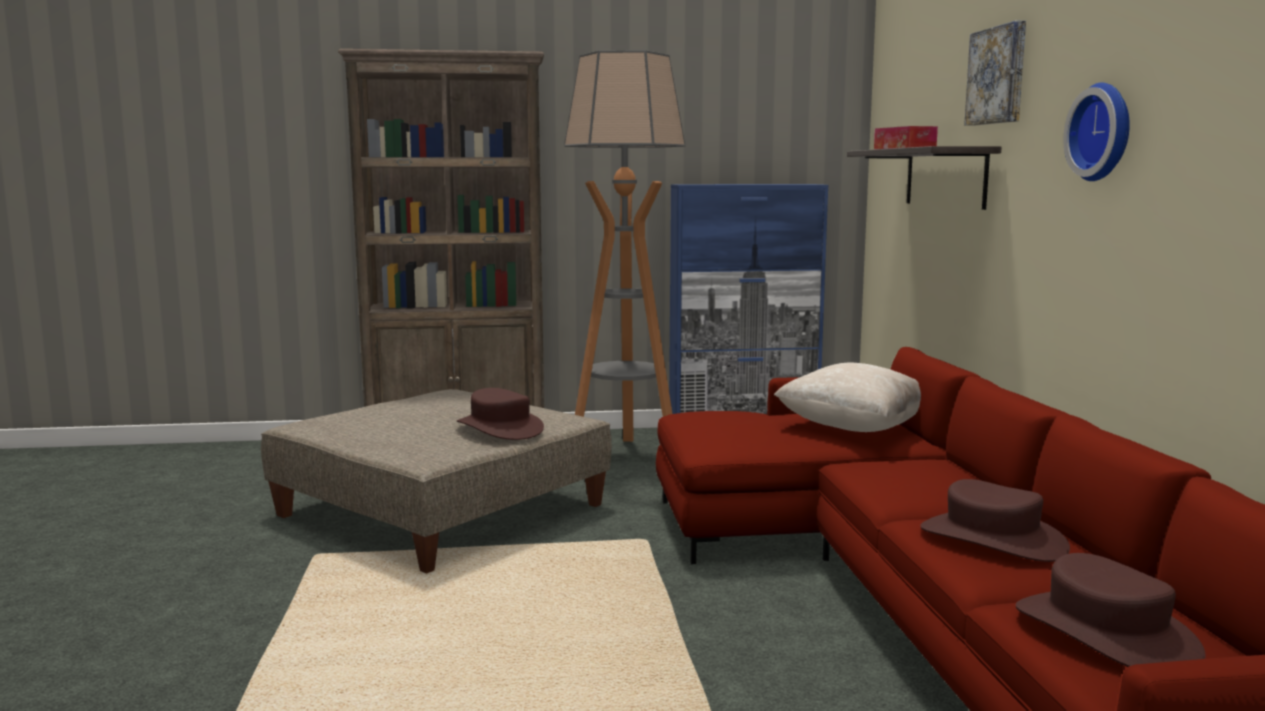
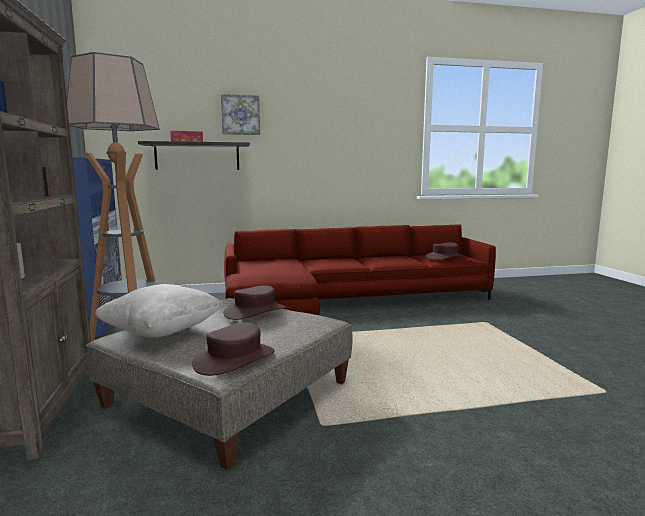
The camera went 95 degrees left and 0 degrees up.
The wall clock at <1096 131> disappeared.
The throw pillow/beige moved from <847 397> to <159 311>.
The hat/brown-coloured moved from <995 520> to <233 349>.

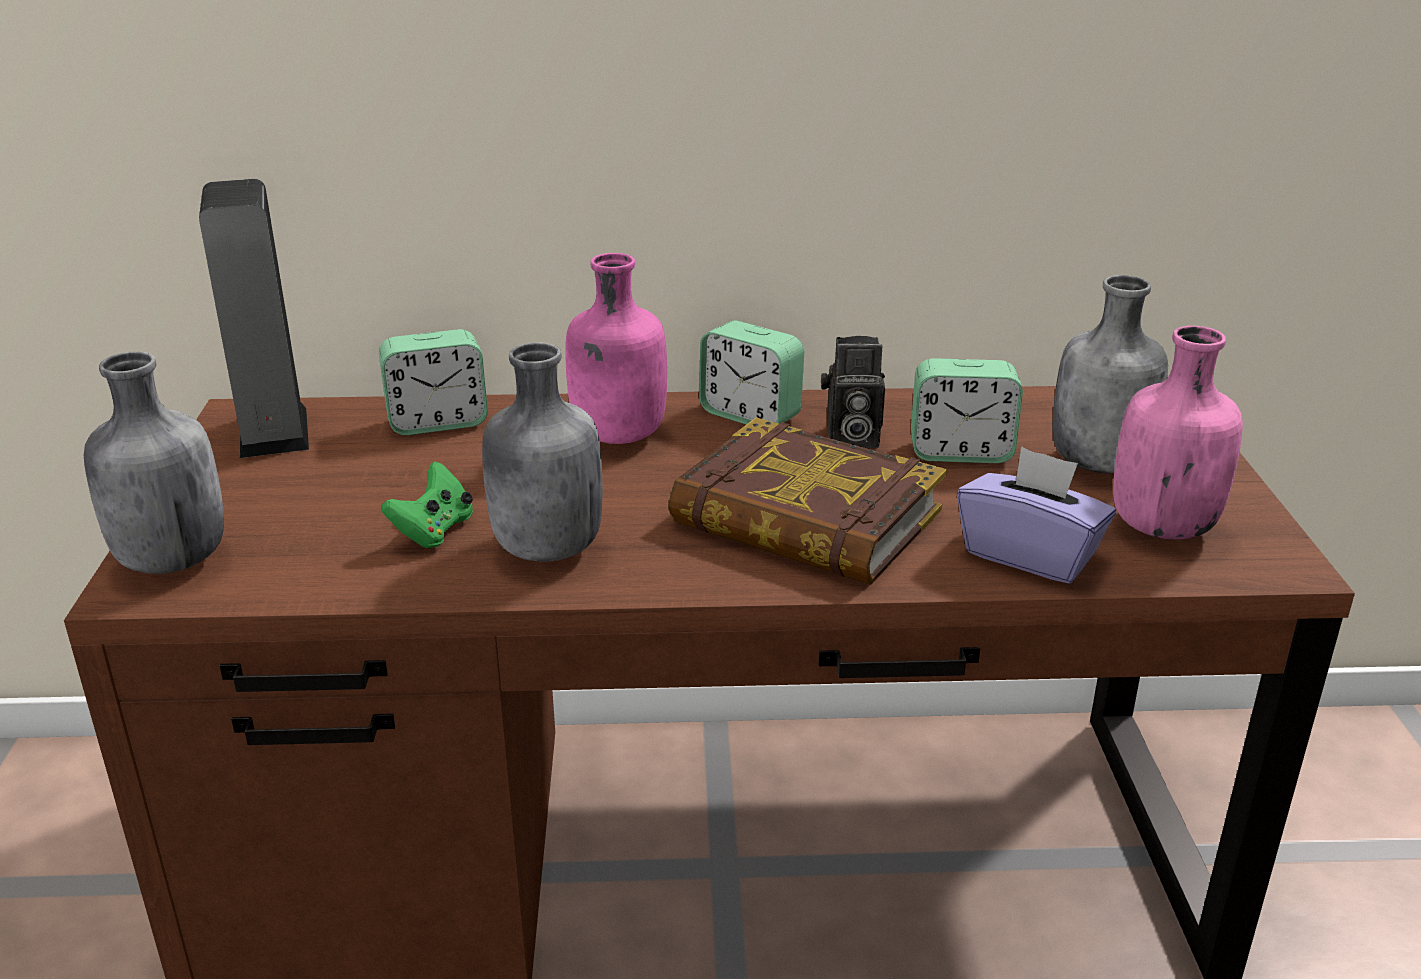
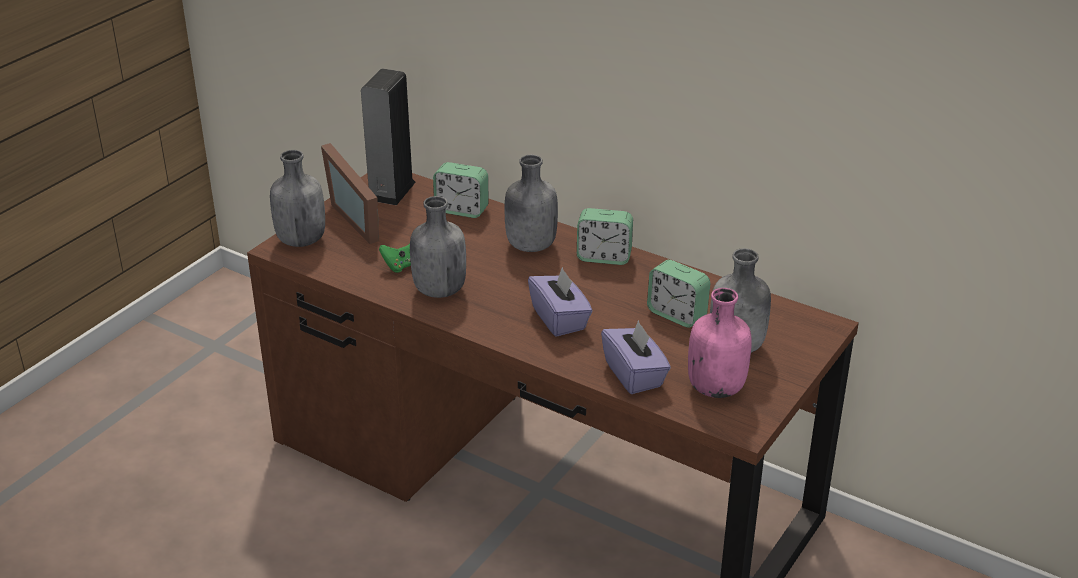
The camera went 35 degrees right and 5 degrees up.
The still camera at <853 392> disappeared.
The standing frame at <350 193> appeared.
The book at <807 501> was replaced by the tissue holder/purplish at <560 302>.
The bottle/pinkish at <616 348> became the bottle/grey at <531 203>.
The table clock at <751 373> turned 60 degrees counterclockwise.

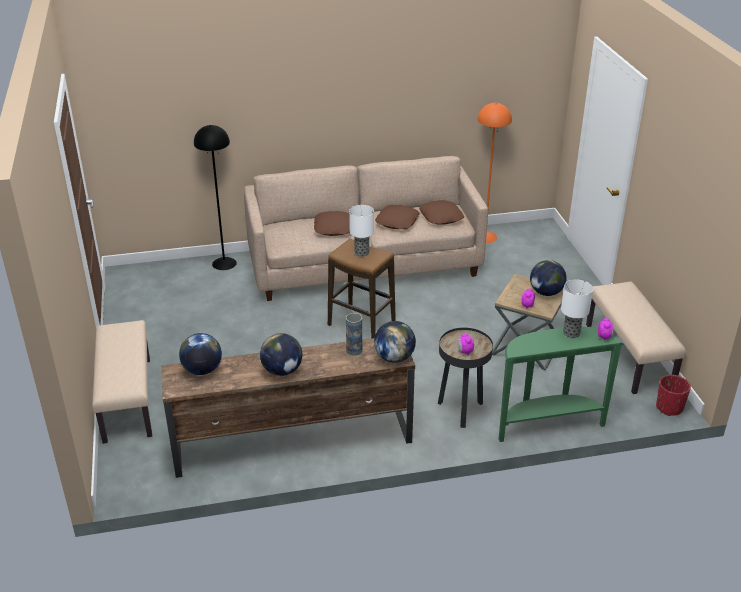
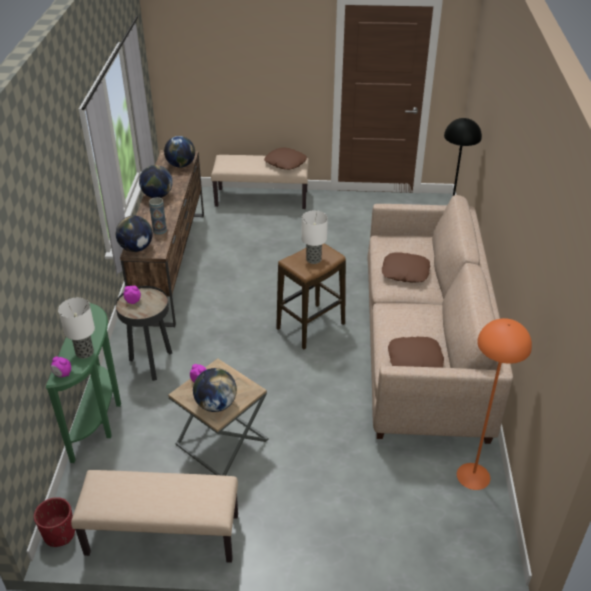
The camera went 105 degrees right and 5 degrees up.
The throw pillow/brown-coloured moved from <397 217> to <285 158>.

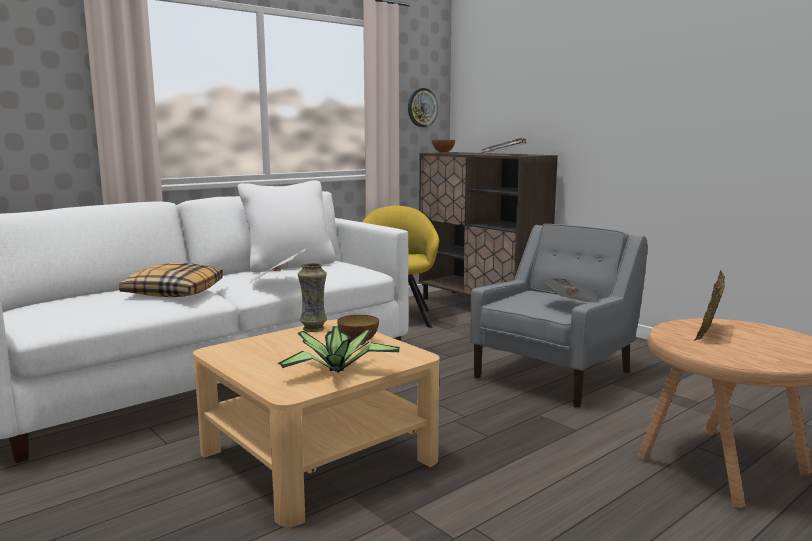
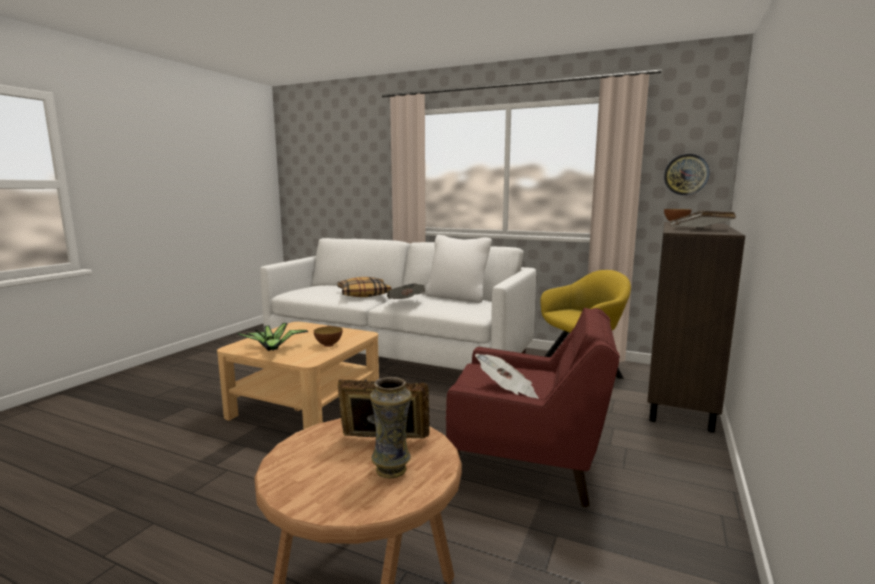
The camera went 65 degrees right and 0 degrees up.
The flower vase moved from <312 297> to <391 427>.
The lounge chair/grey at <559 316> became the lounge chair/reddish at <533 407>.

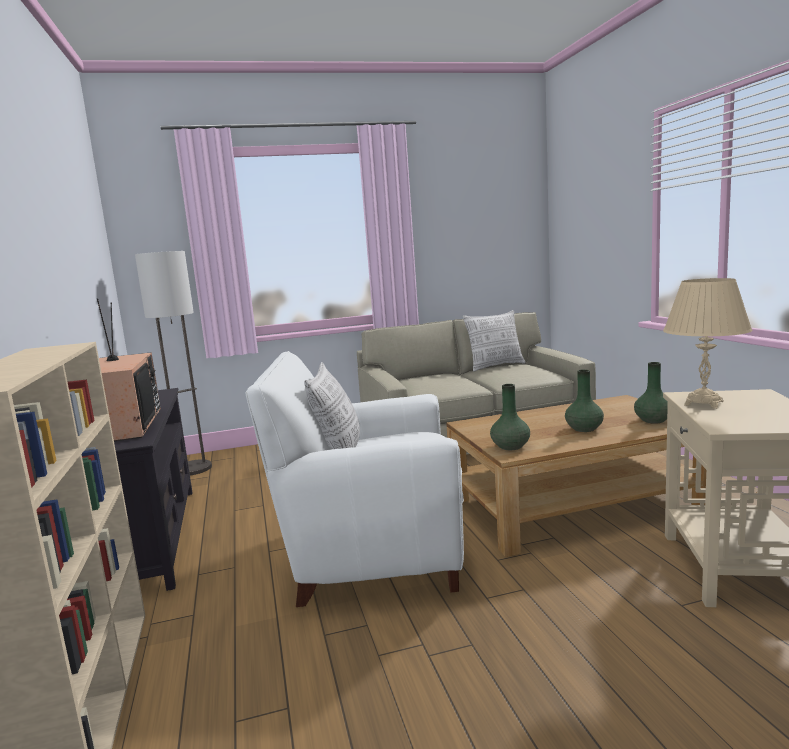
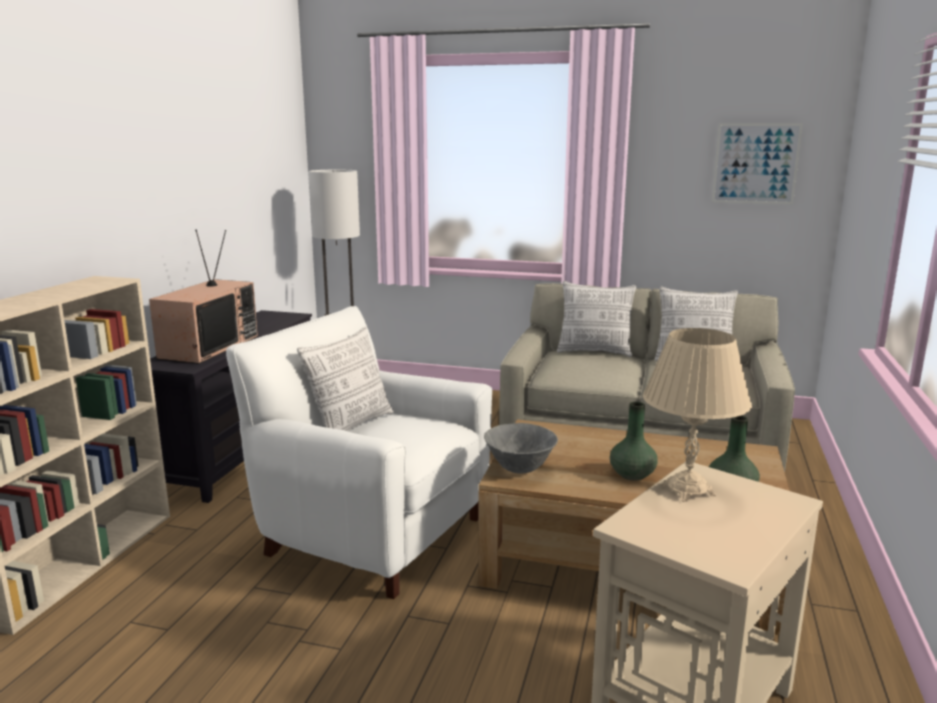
The camera went 30 degrees right and 5 degrees up.
The throw pillow at <596 319> appeared.
The picture at <757 163> appeared.
The flower vase/green-coloured at <510 417> was replaced by the serving bowl/grey at <521 448>.

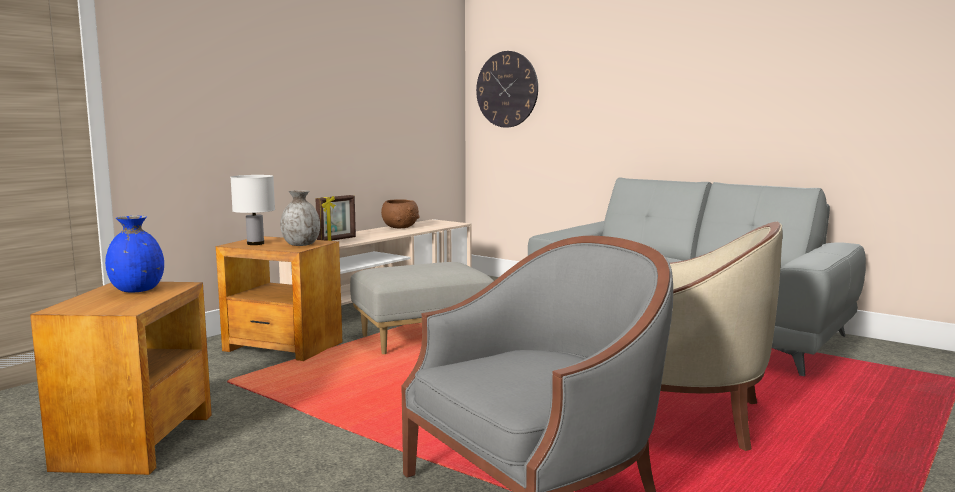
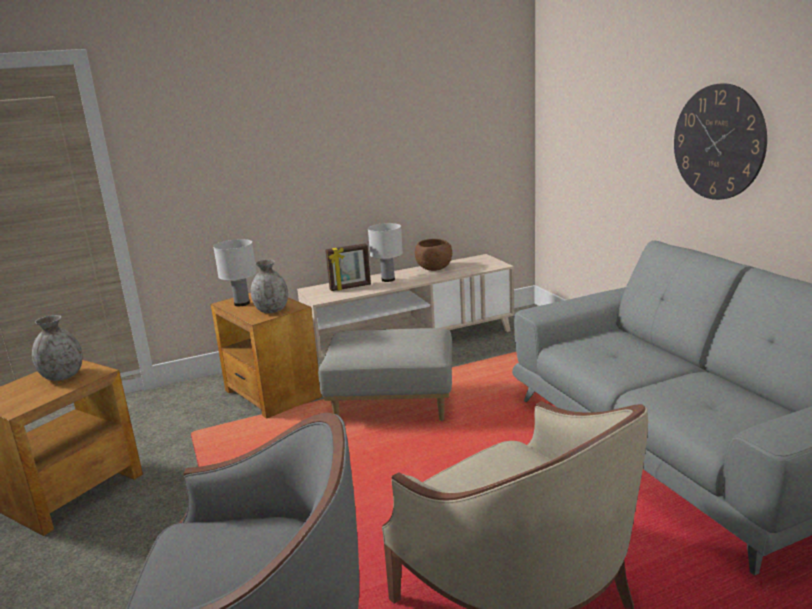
The camera went 30 degrees right and 10 degrees up.
The lamp for a table/white at <385 252> appeared.
The wall clock moved from <507 89> to <720 141>.
The flower vase/bluish at <134 254> became the flower vase/grey at <57 348>.

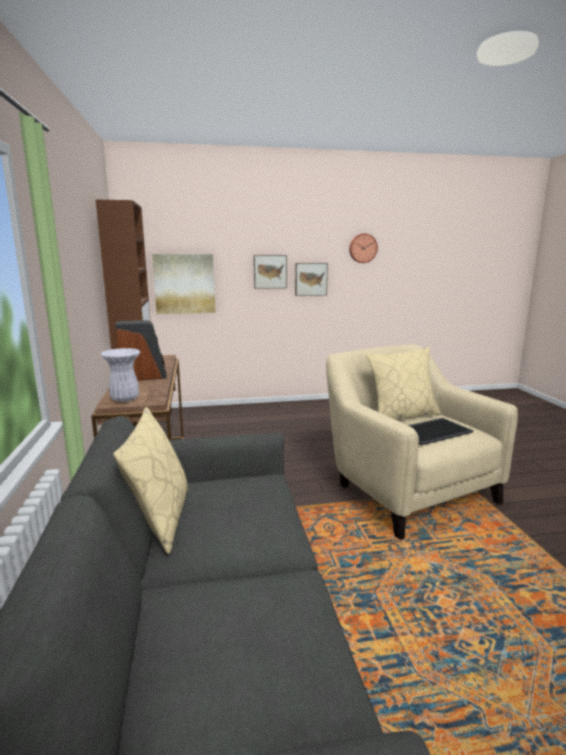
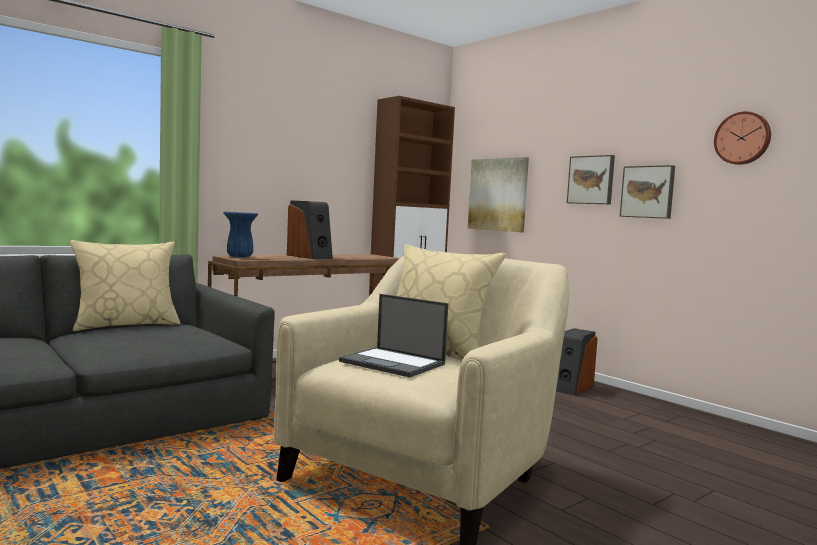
The camera went 60 degrees right and 10 degrees down.
The speaker at <577 362> appeared.
The tray at <440 432> was replaced by the portable computer at <394 336>.
The flower vase/white at <120 375> became the flower vase/bluish at <240 235>.

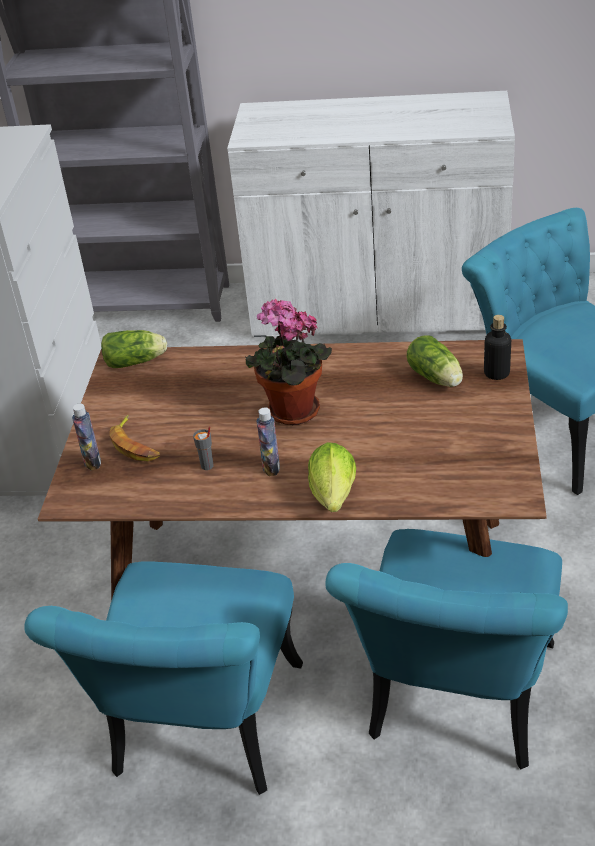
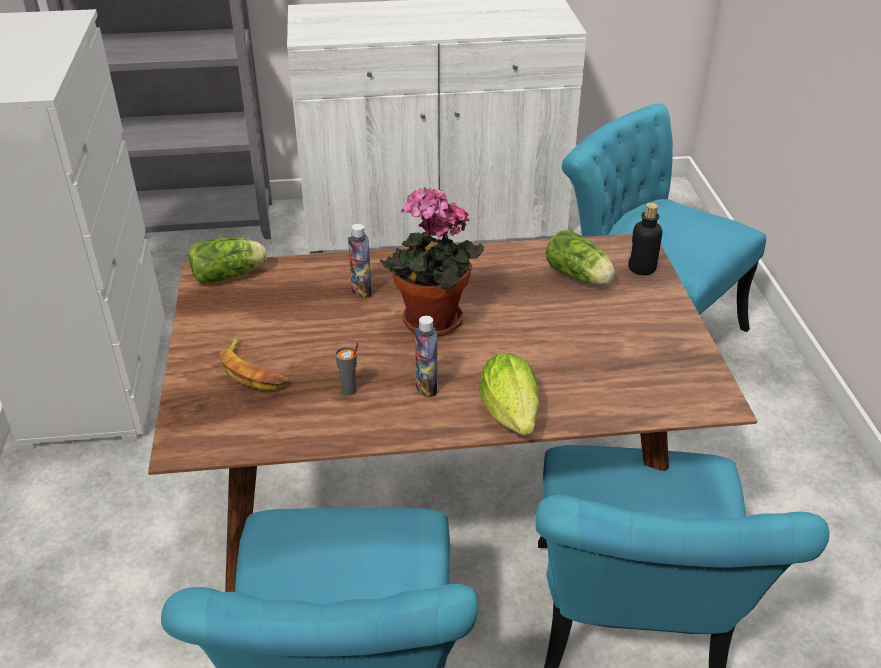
The camera went 15 degrees left and 0 degrees up.
The bottle moved from <86 437> to <360 261>.

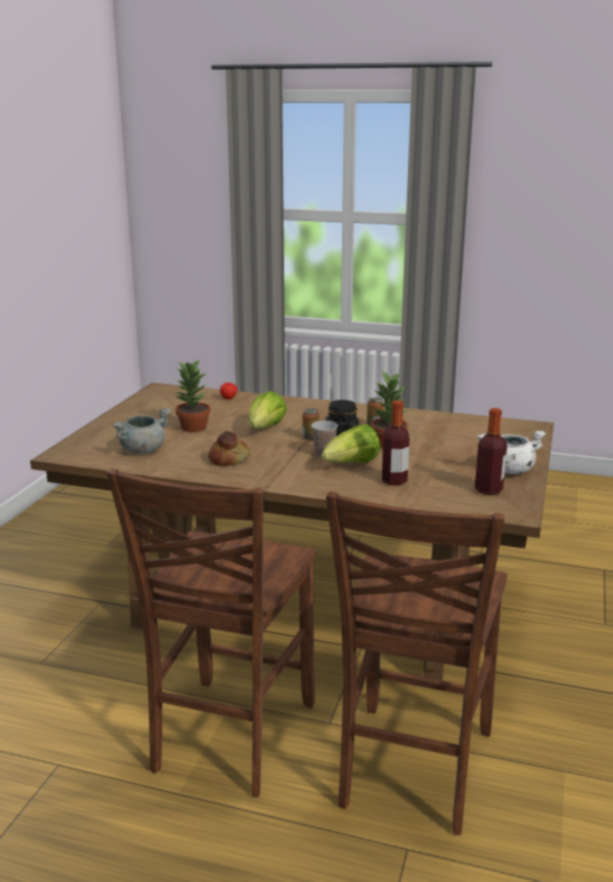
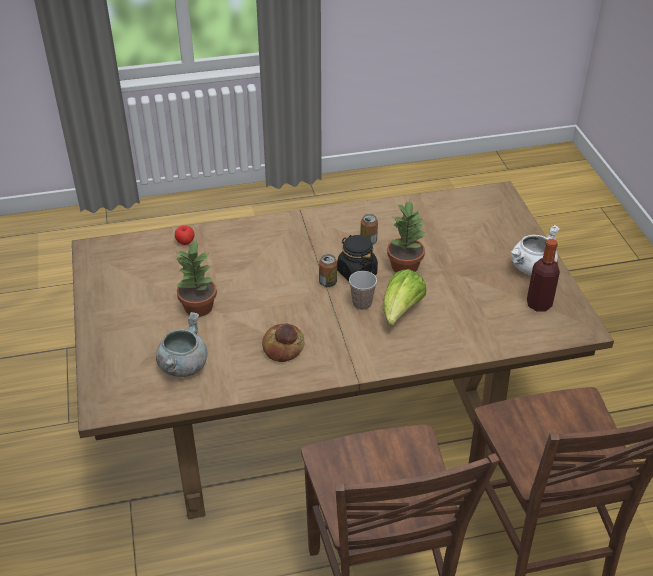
The camera went 30 degrees left and 20 degrees up.
The head of lettuce at <267 410> disappeared.
The bottle at <395 442> disappeared.

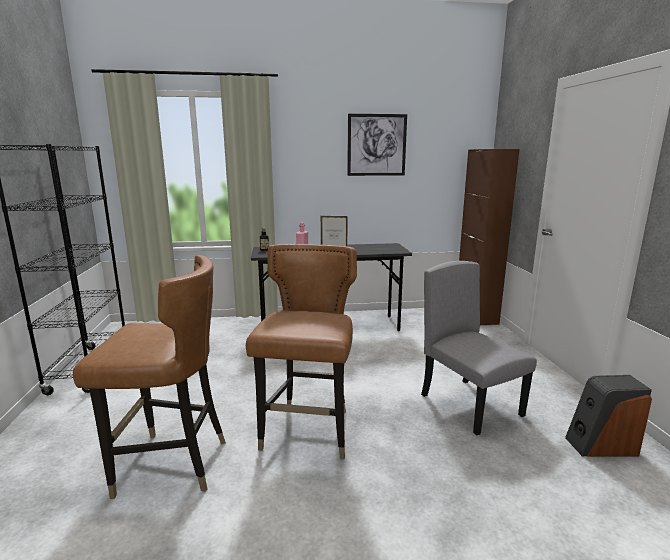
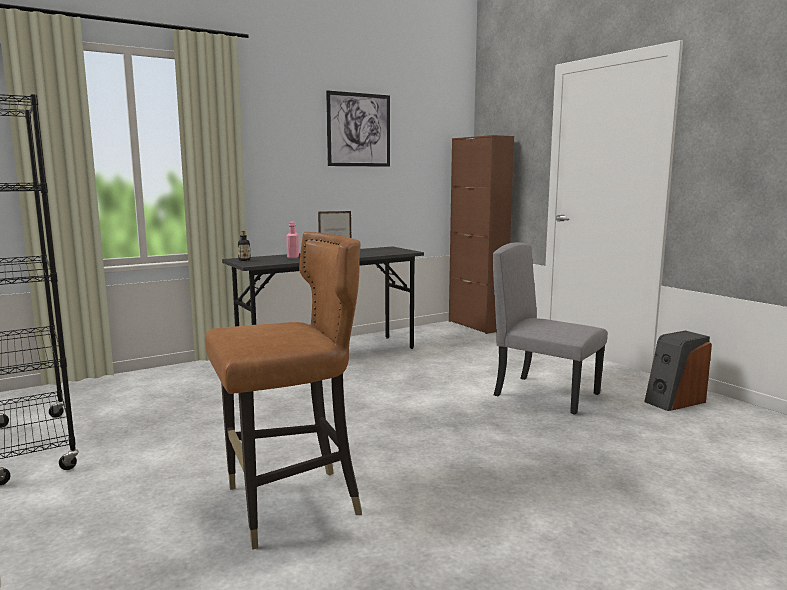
The camera went 25 degrees left and 5 degrees down.
The chair/brown-coloured at <301 351> disappeared.

